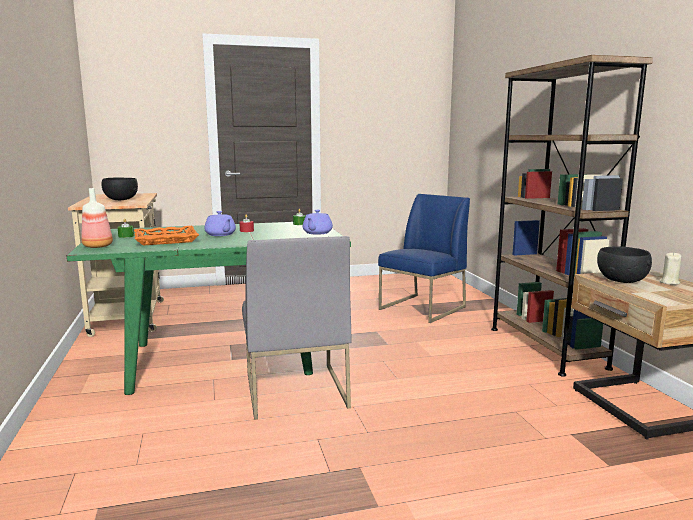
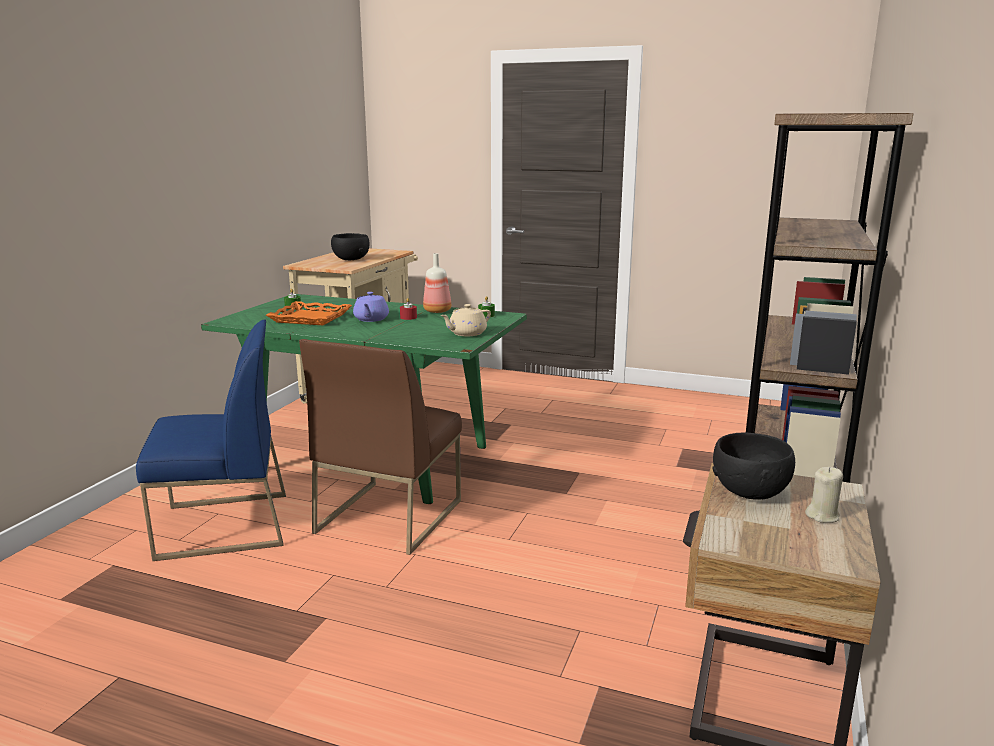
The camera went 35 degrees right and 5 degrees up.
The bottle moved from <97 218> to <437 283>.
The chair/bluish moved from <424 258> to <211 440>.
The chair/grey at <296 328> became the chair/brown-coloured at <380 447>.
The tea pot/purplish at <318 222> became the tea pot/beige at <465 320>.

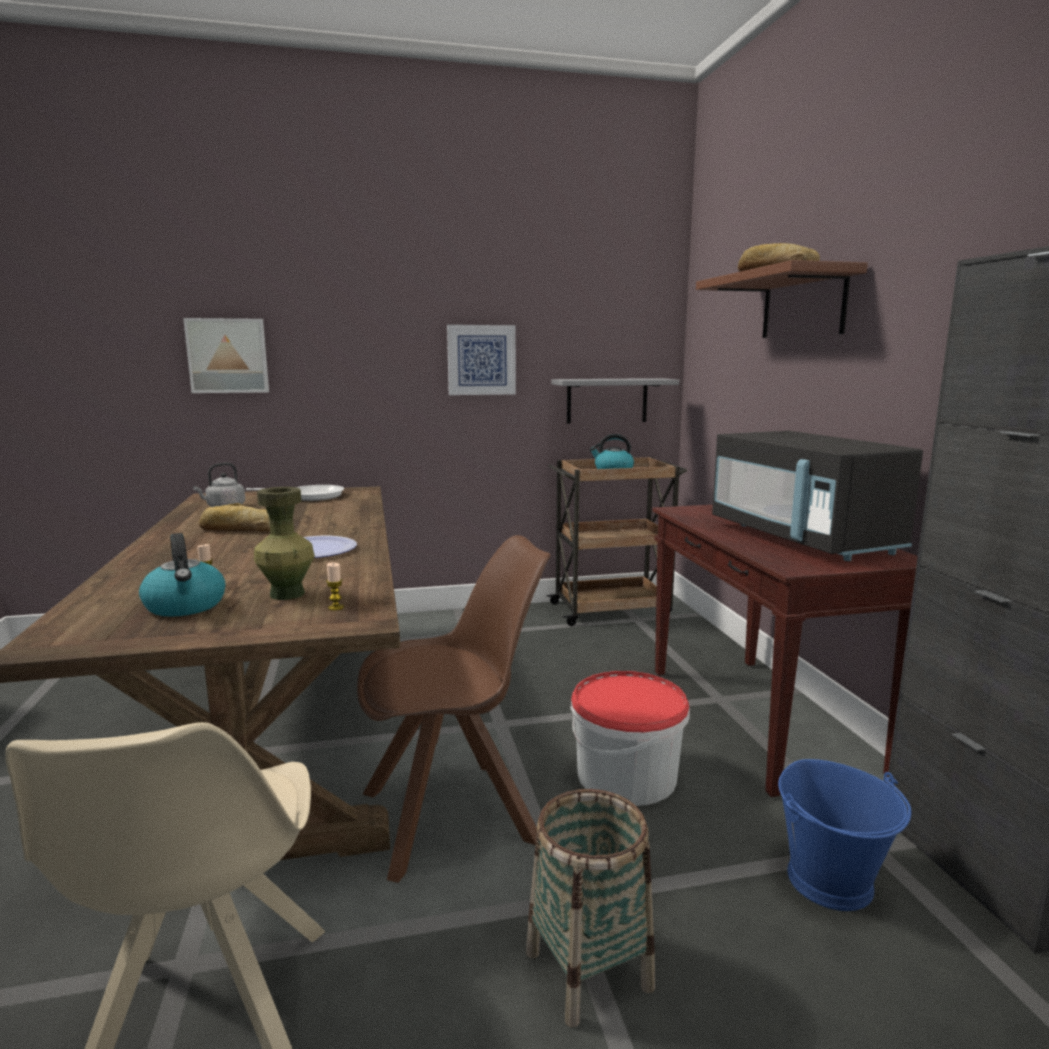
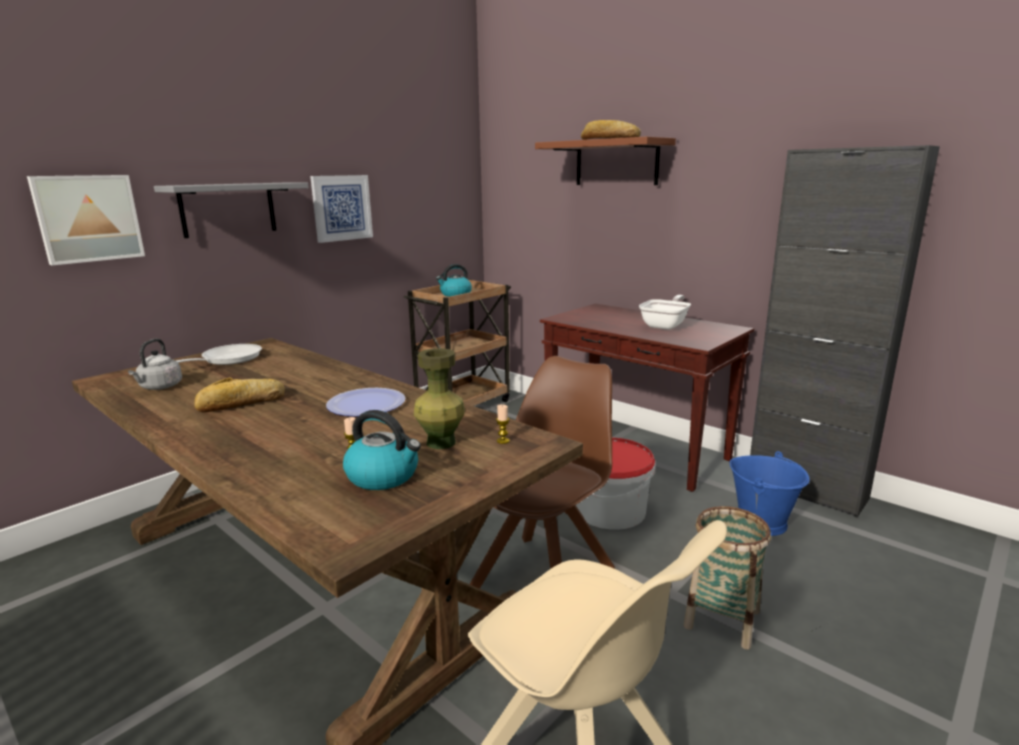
The camera went 35 degrees left and 5 degrees up.
The shelf/grey moved from <615 401> to <231 210>.
The microwave oven/blackish at <817 496> was replaced by the pan at <665 312>.

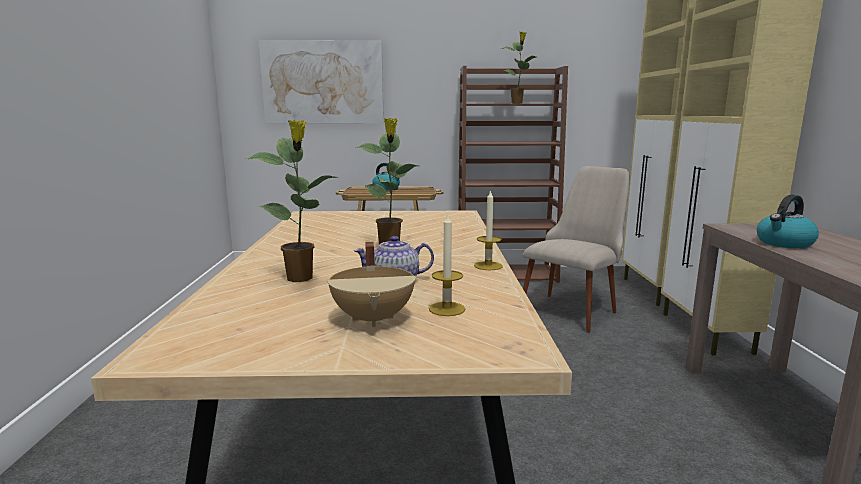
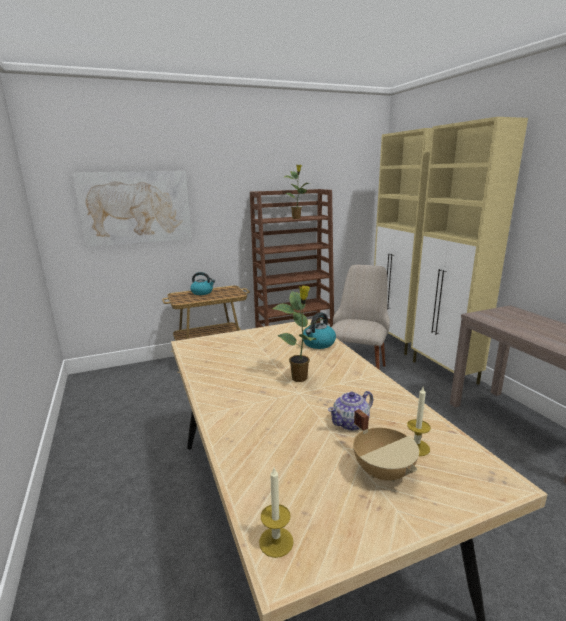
The camera went 20 degrees left and 5 degrees up.
The houseplant at <291 201> disappeared.
The wax candle moved from <488 229> to <276 513>.
The tea kettle moved from <788 221> to <319 330>.

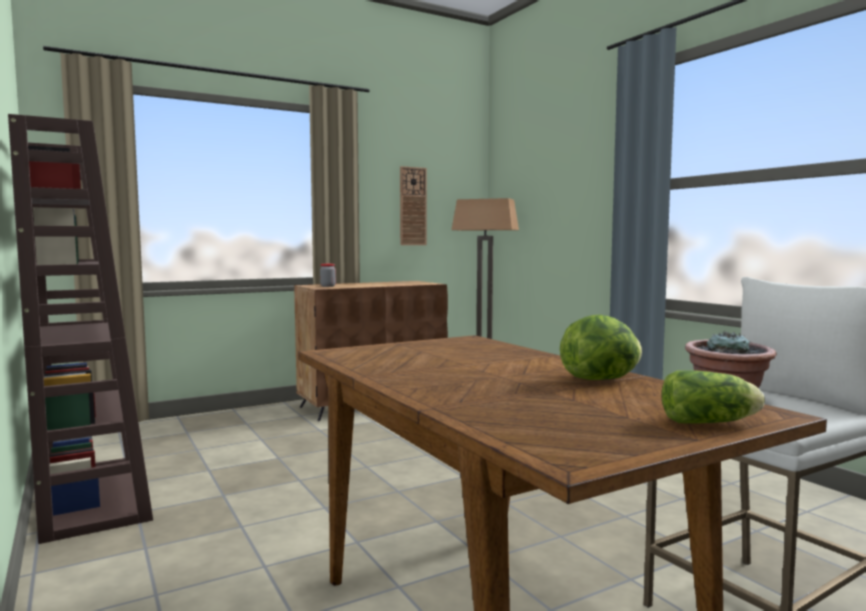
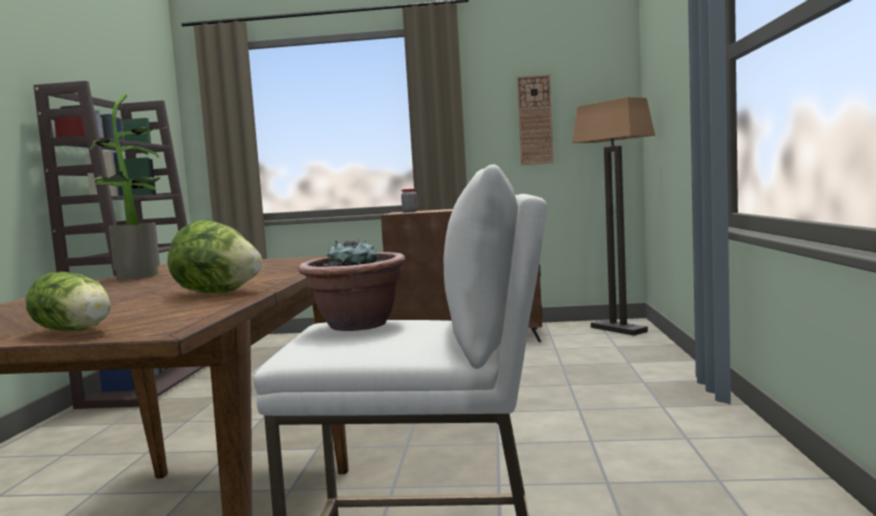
The camera went 35 degrees right and 0 degrees up.
The houseplant at <129 186> appeared.

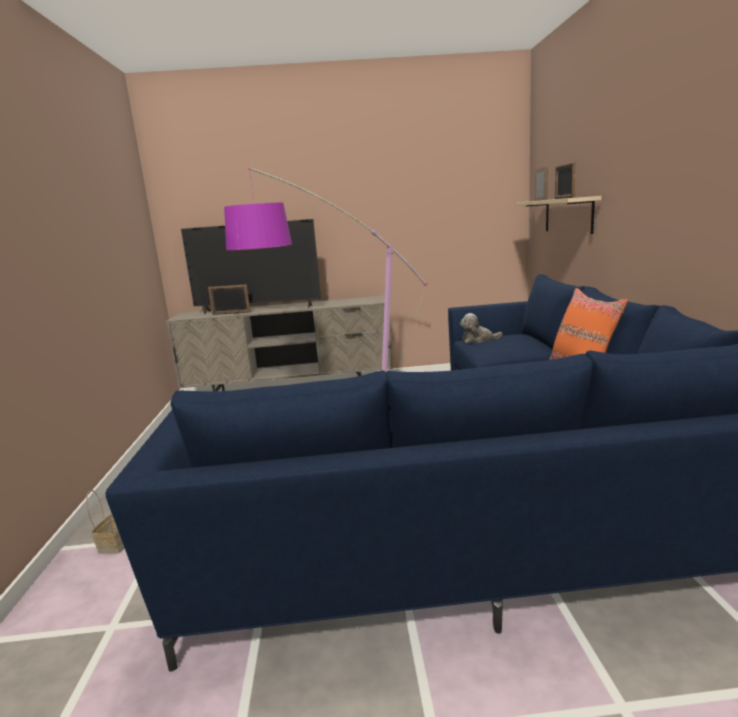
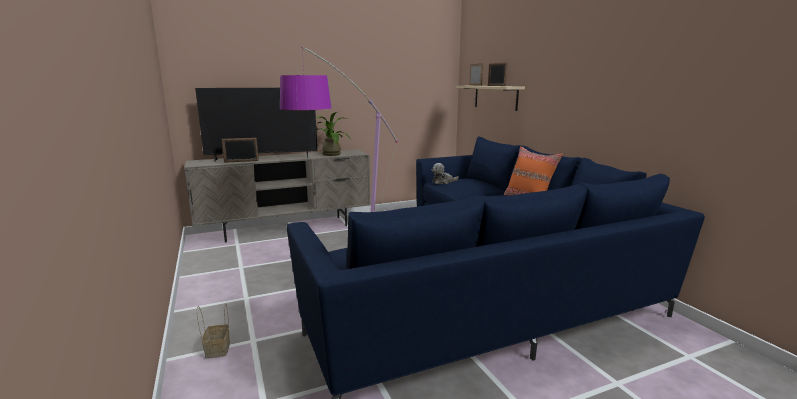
The camera went 20 degrees left and 0 degrees up.
The houseplant at <333 134> appeared.

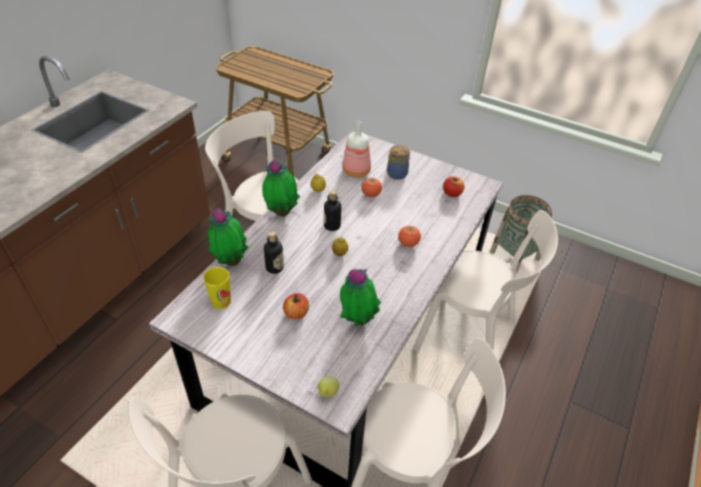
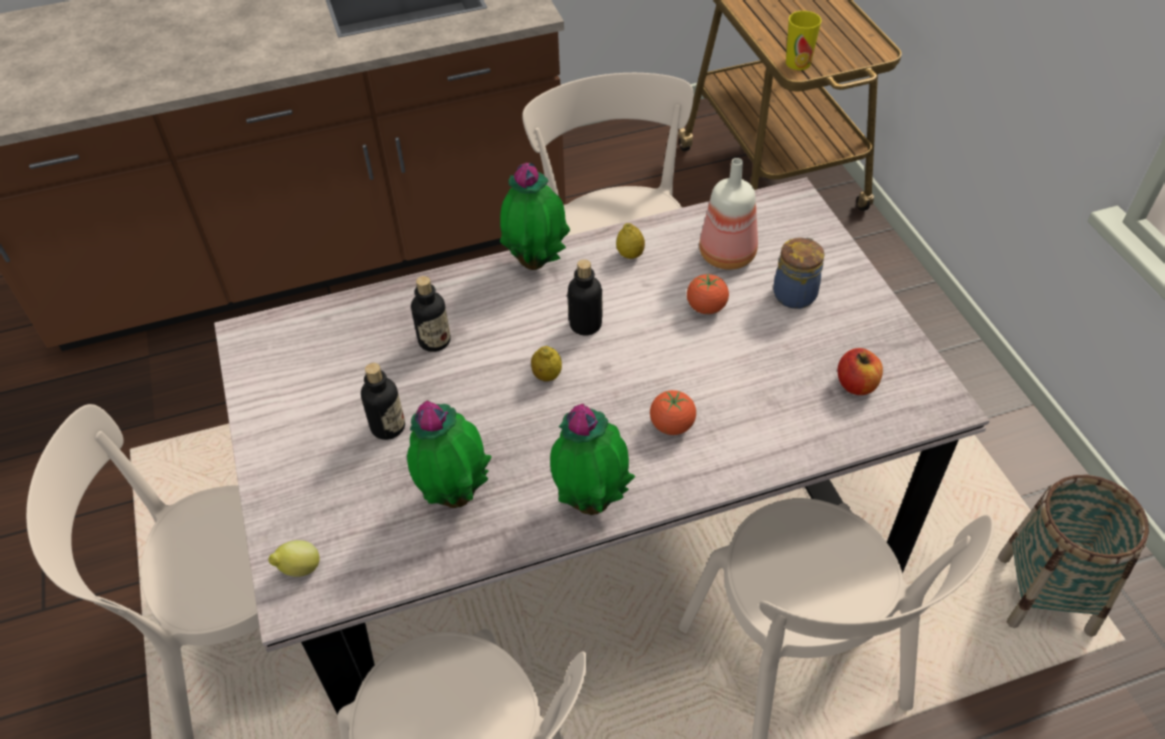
The camera went 45 degrees right and 5 degrees up.
The small cup moved from <217 288> to <804 40>.
The houseplant moved from <228 237> to <592 459>.
The apple fruit at <296 306> was replaced by the bottle at <383 401>.

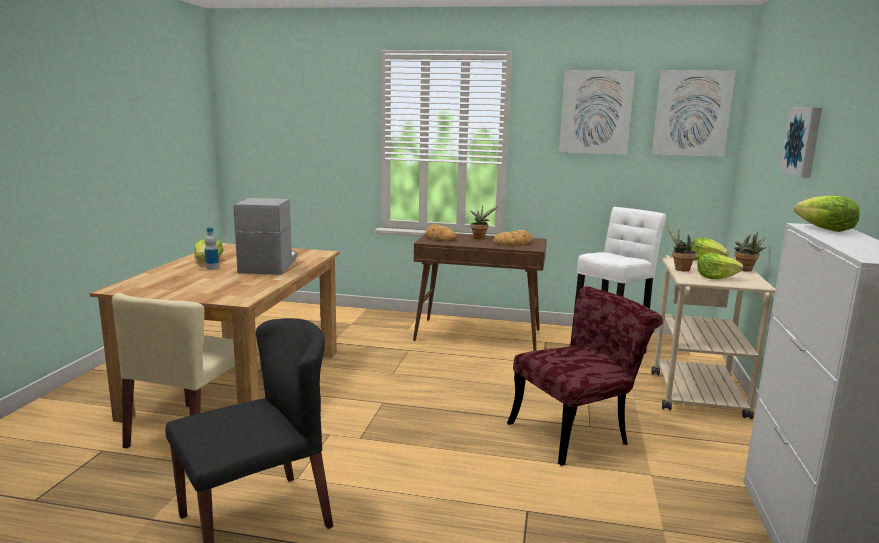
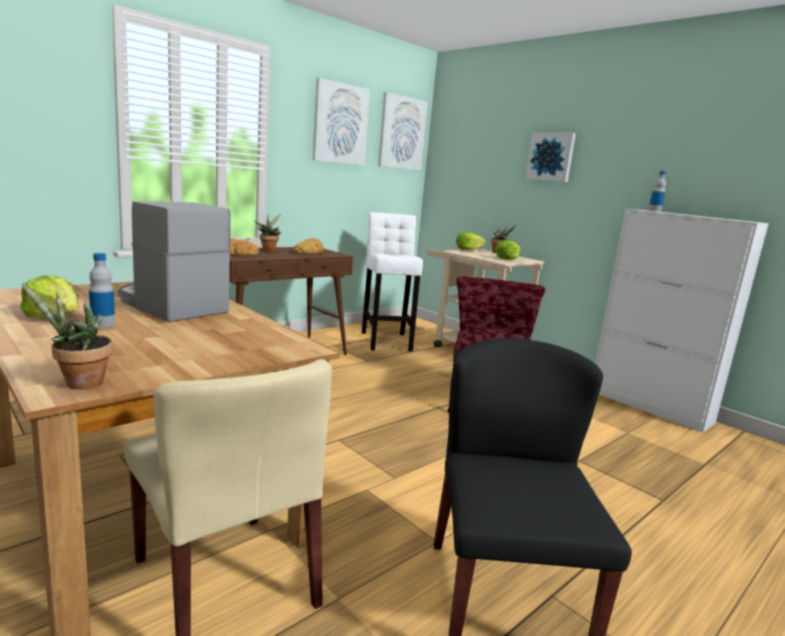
The camera went 55 degrees left and 0 degrees up.
The houseplant moved from <681 248> to <67 337>.
The head of lettuce at <827 213> was replaced by the bottle at <657 191>.

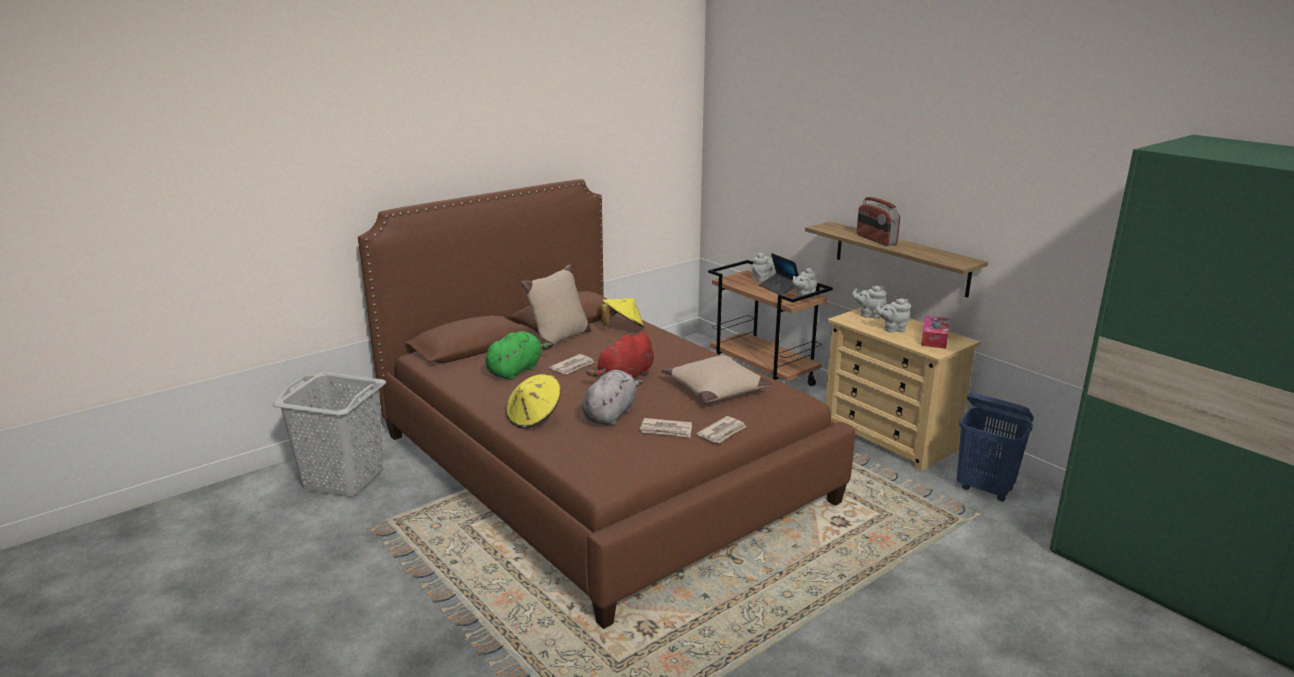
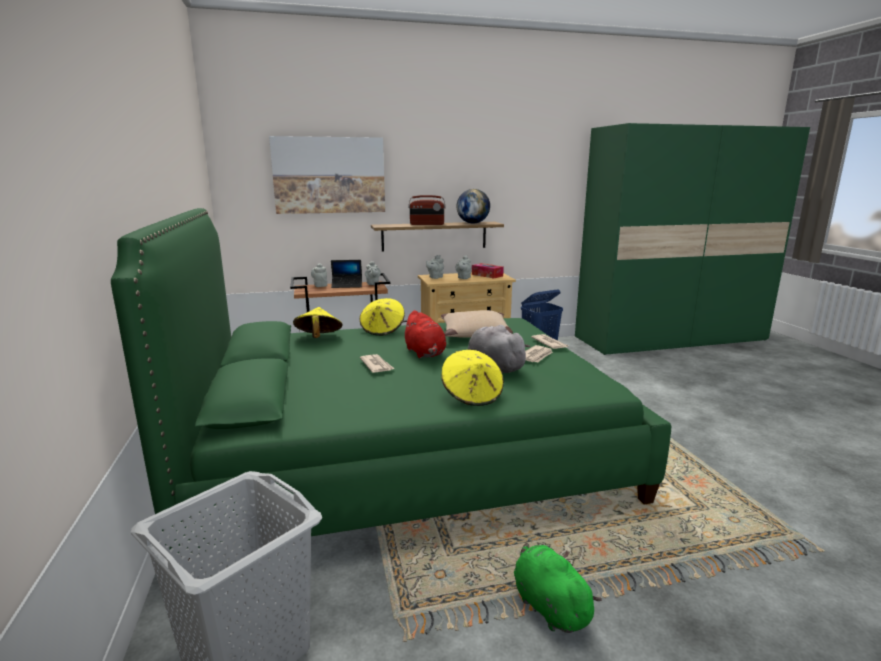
The camera went 65 degrees left and 5 degrees down.
The throw pillow/beige at <555 307> disappeared.
The picture at <327 175> appeared.
The hat/yellowish at <382 317> appeared.
The desk globe at <473 206> appeared.
The soft toy/green-coloured moved from <518 355> to <558 588>.
The bedroom bed/brown-coloured at <606 404> became the bedroom bed/green-coloured at <391 390>.

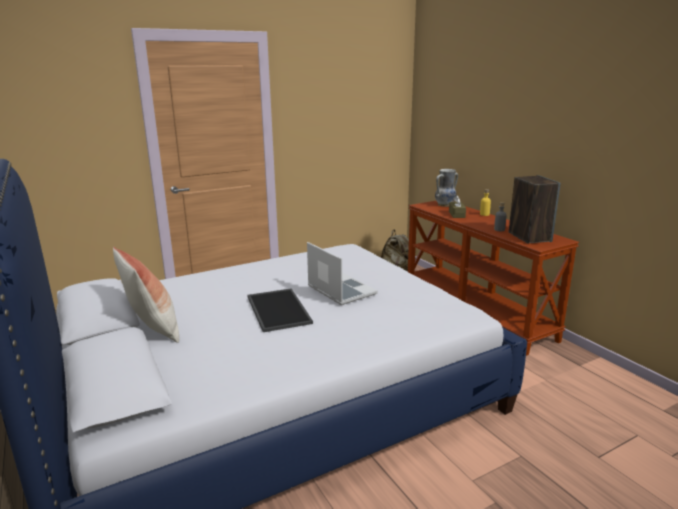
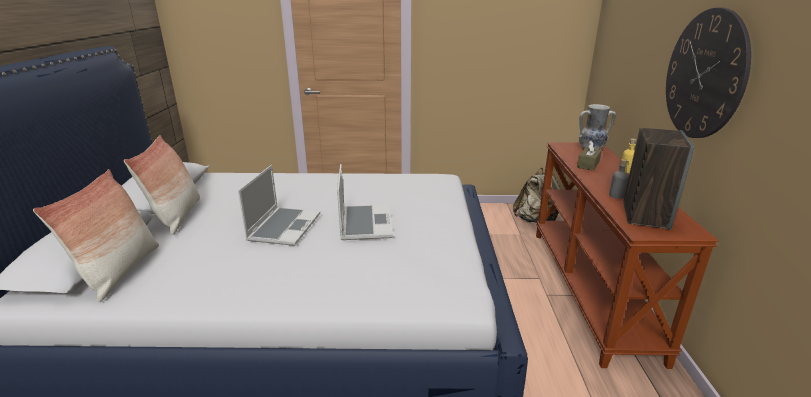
The camera went 30 degrees right and 5 degrees up.
The throw pillow at <96 235> appeared.
The wall clock at <708 72> appeared.
The tray at <280 310> was replaced by the portable computer at <279 205>.

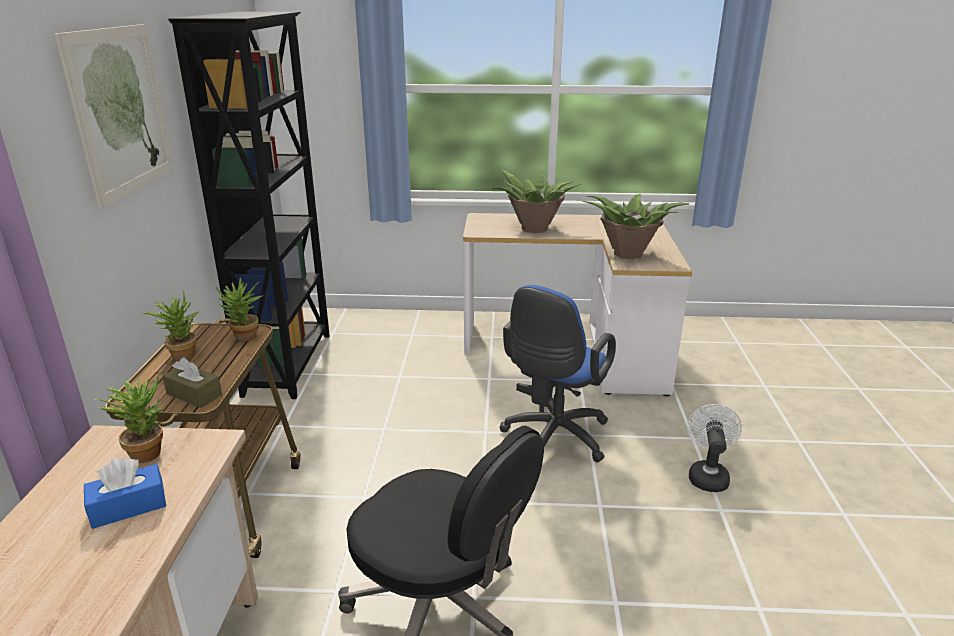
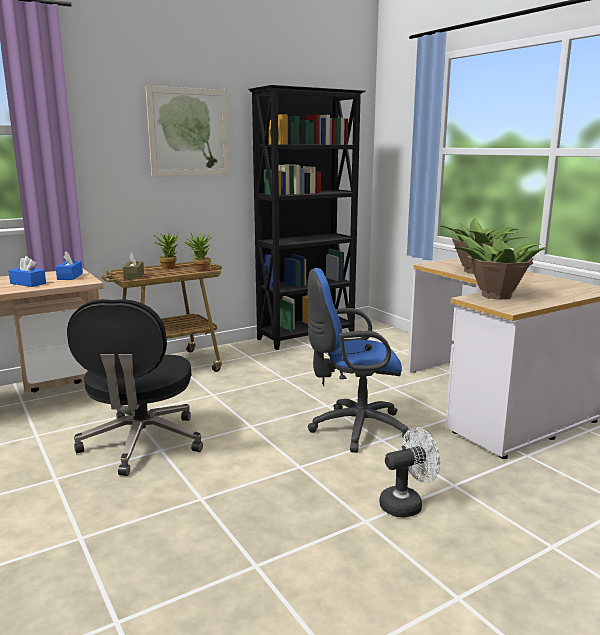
The camera went 55 degrees right and 10 degrees down.
The houseplant at <129 419> was replaced by the tissue holder/bluish at <69 265>.

